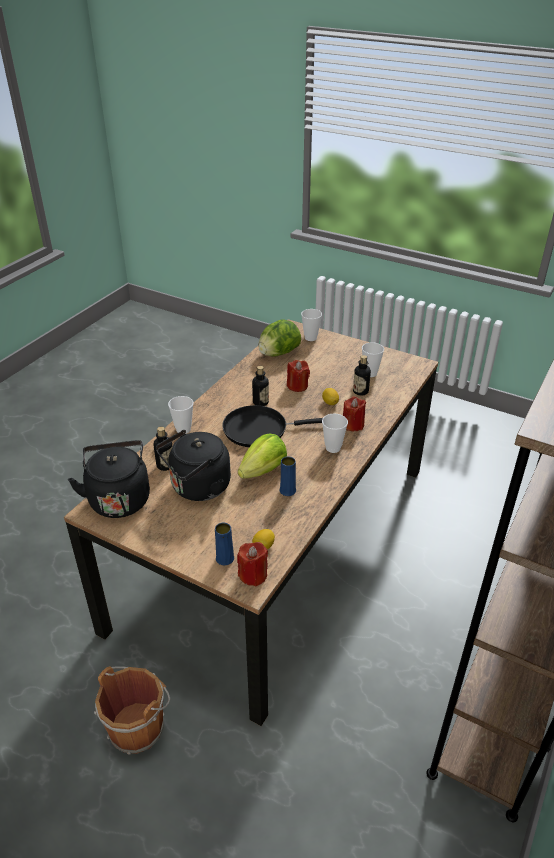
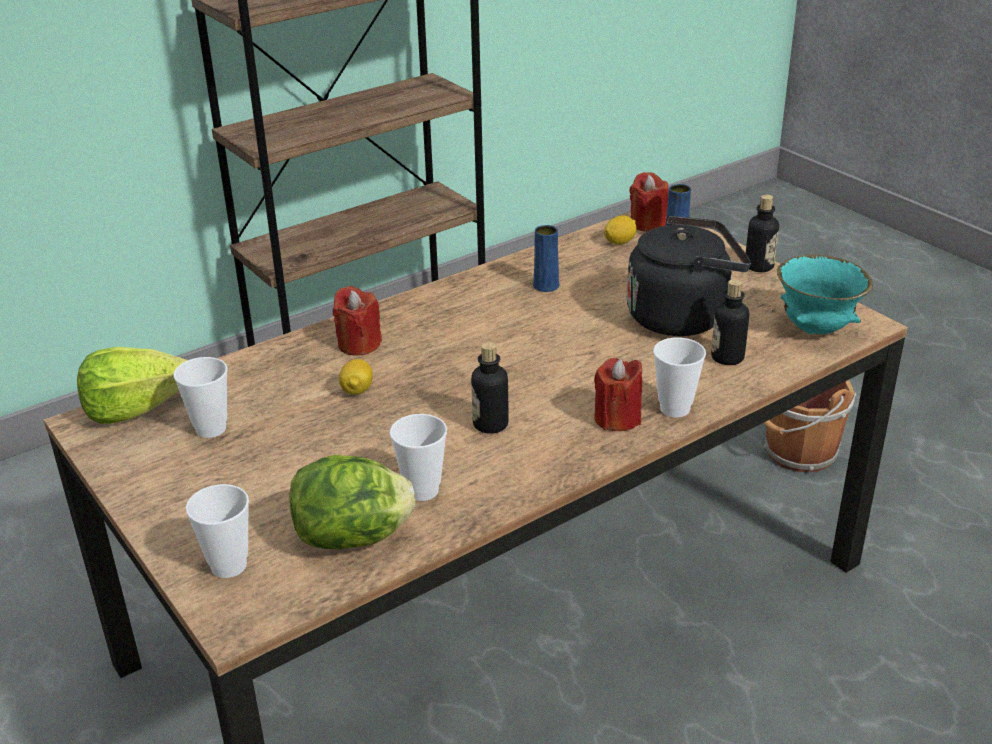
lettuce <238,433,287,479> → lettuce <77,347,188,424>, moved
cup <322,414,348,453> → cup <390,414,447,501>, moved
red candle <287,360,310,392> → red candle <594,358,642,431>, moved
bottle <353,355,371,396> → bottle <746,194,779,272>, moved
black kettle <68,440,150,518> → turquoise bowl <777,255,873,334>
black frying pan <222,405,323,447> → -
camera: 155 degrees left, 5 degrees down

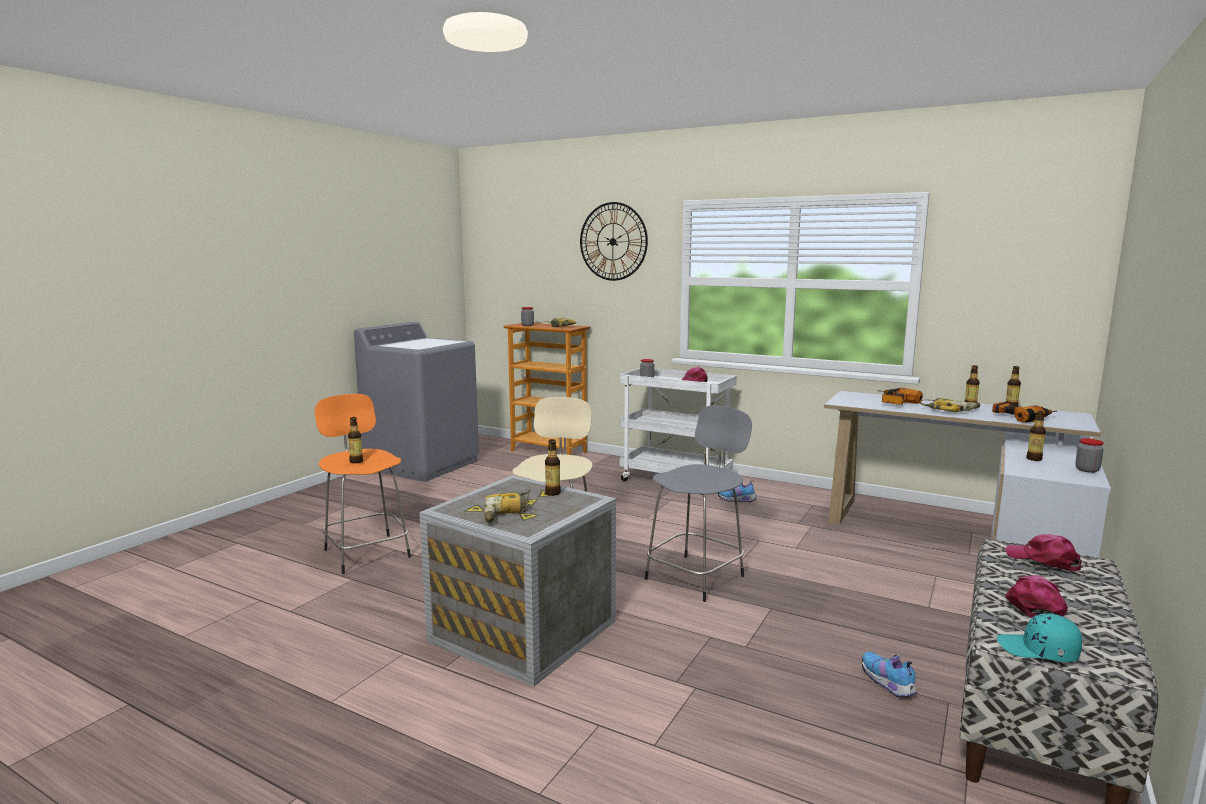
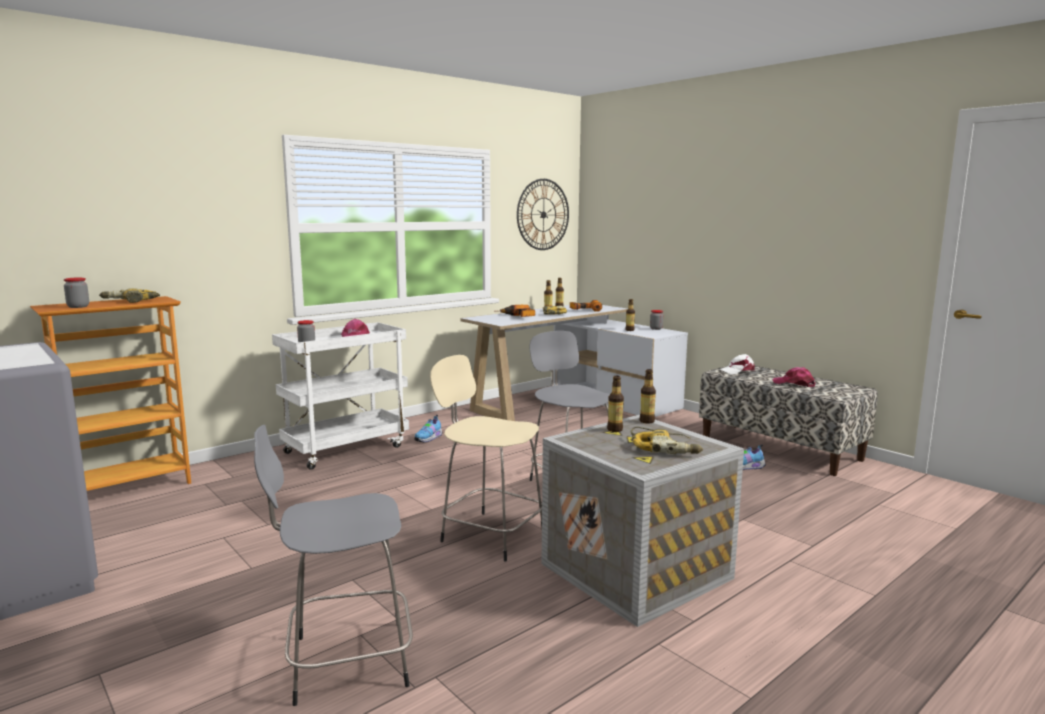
orange stool <315,394,411,574> → grey stool <254,425,413,706>
wall clock <580,202,648,281> → wall clock <517,179,569,250>, moved
bottle <348,417,363,463> → bottle <640,369,656,424>, moved
pink cap <1005,534,1082,572> → white cap <720,354,755,374>
turquoise cap <997,613,1082,662> → -
camera: 70 degrees left, 0 degrees up

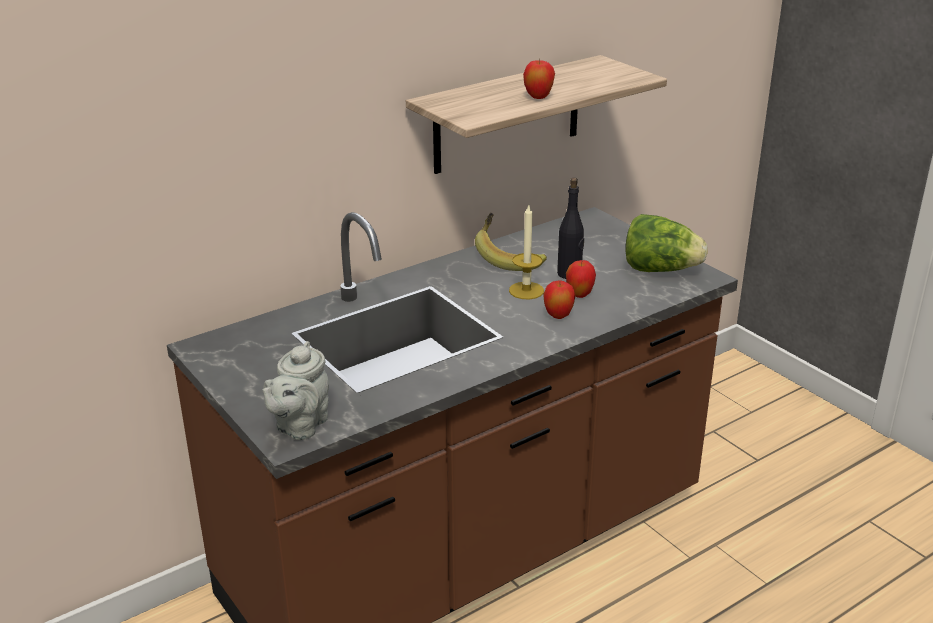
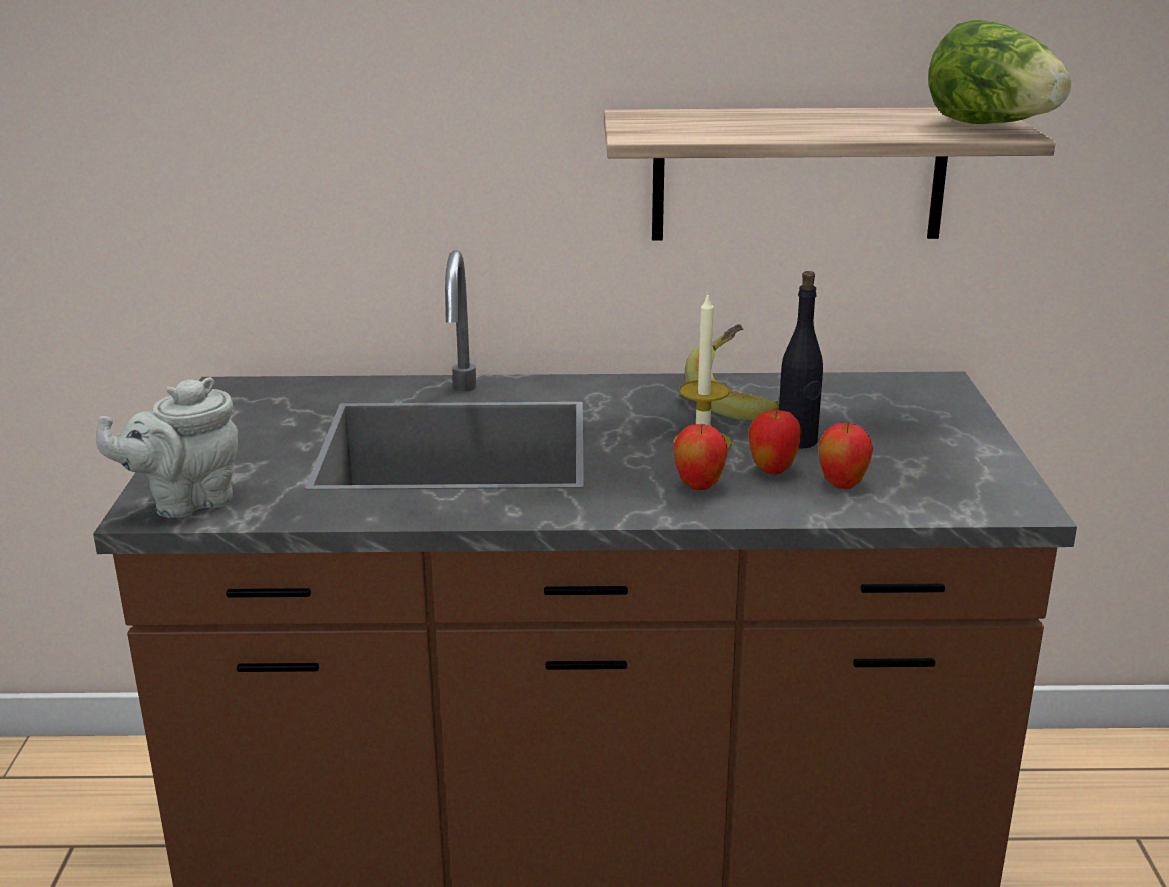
apple <523,59,555,99> → apple <819,423,873,489>, moved
lettuce <625,214,708,272> → lettuce <928,20,1071,124>, moved
camera: 35 degrees right, 5 degrees down

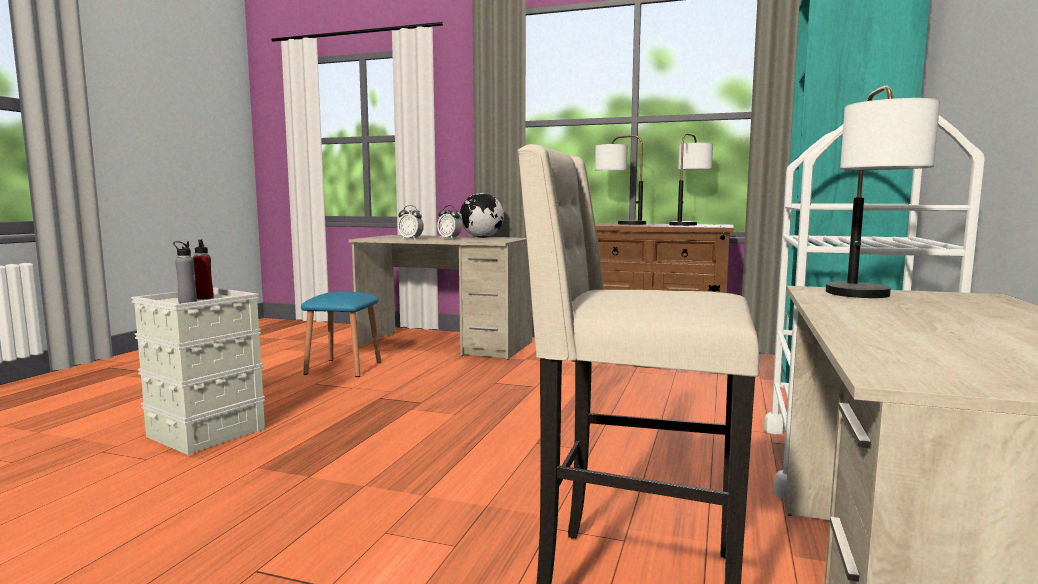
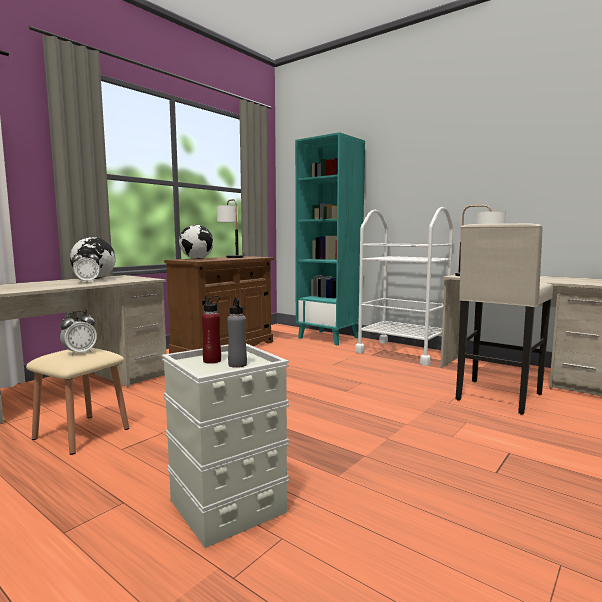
blue stool <301,292,381,377> → beige stool <26,348,129,455>
alarm clock <398,205,424,240> → alarm clock <60,311,97,356>, moved
table lamp <595,135,646,225> → globe <179,225,214,259>
camera: 70 degrees left, 0 degrees up

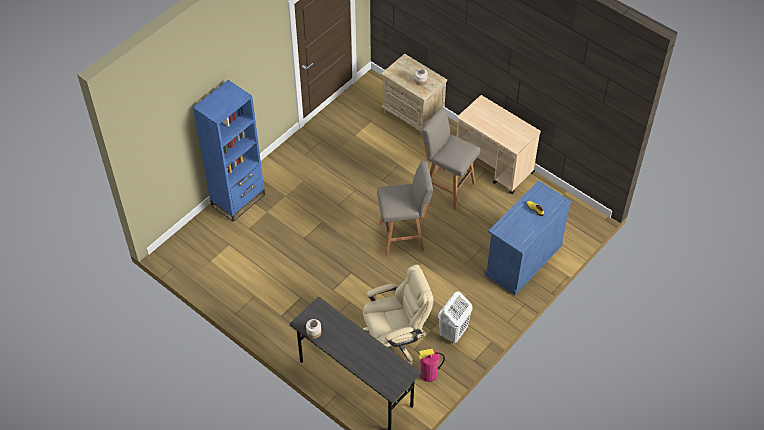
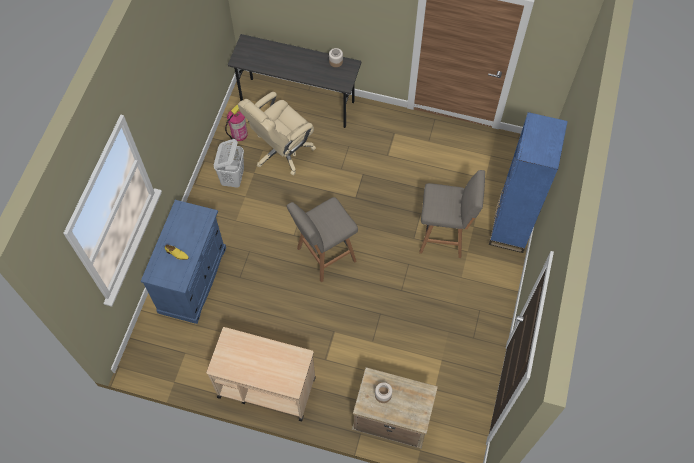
grey stool <422,107,480,210> → grey stool <419,170,485,258>, moved
camera: 155 degrees right, 10 degrees up

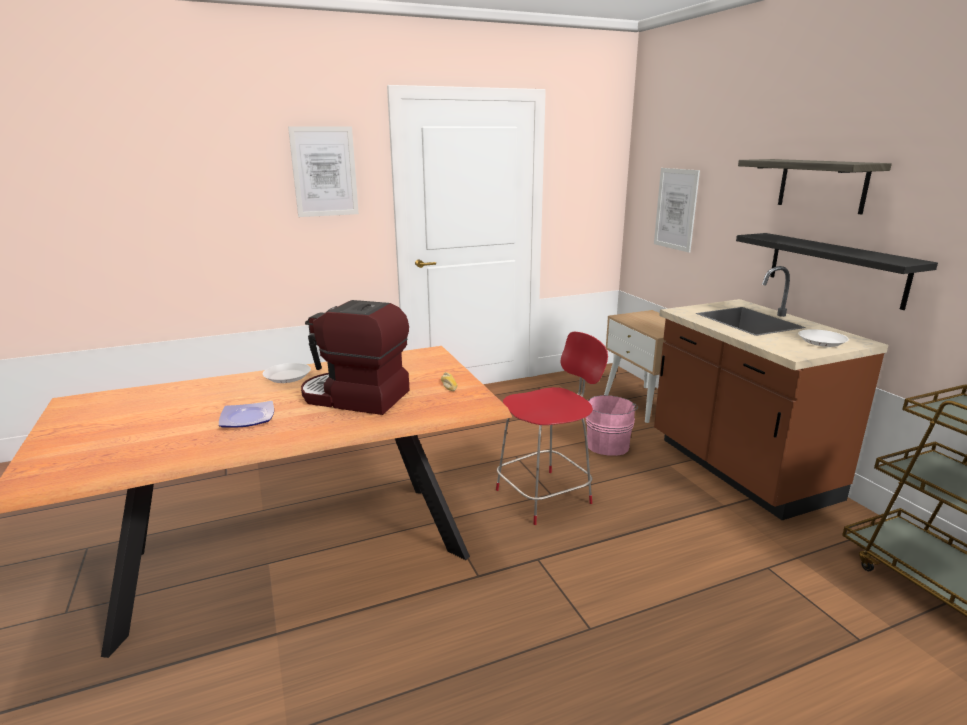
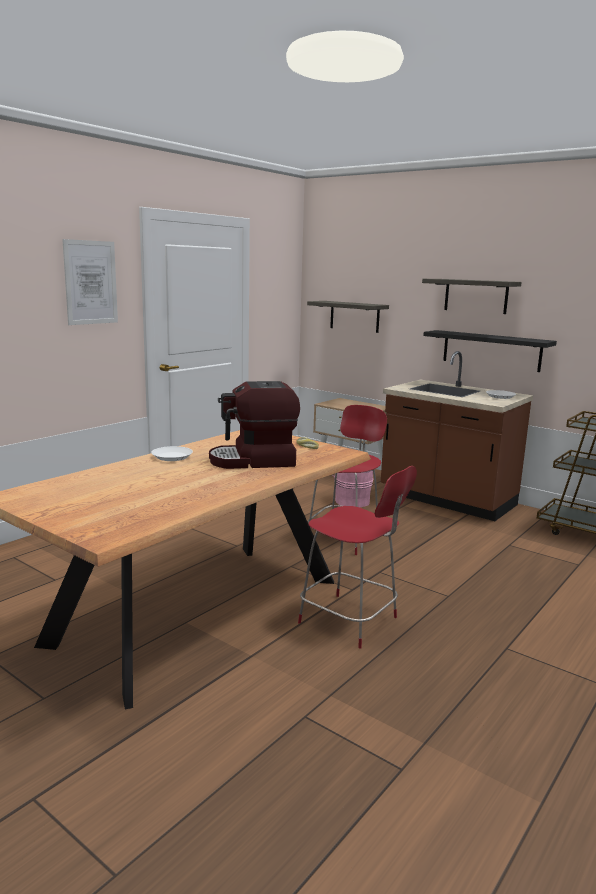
- → red stool <298,466,417,649>
picture <654,168,700,253> → shelf <307,301,389,333>
plate <219,401,274,428> → -
camera: 30 degrees left, 5 degrees down

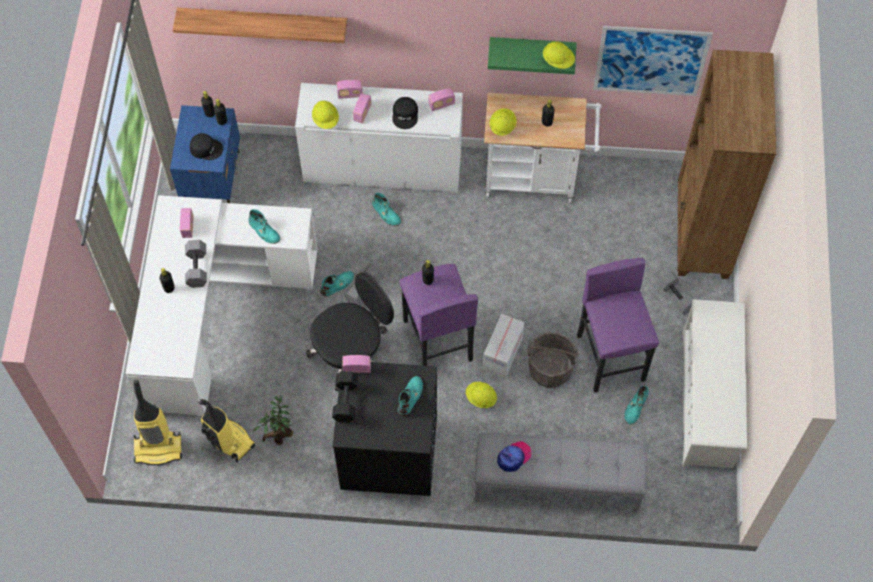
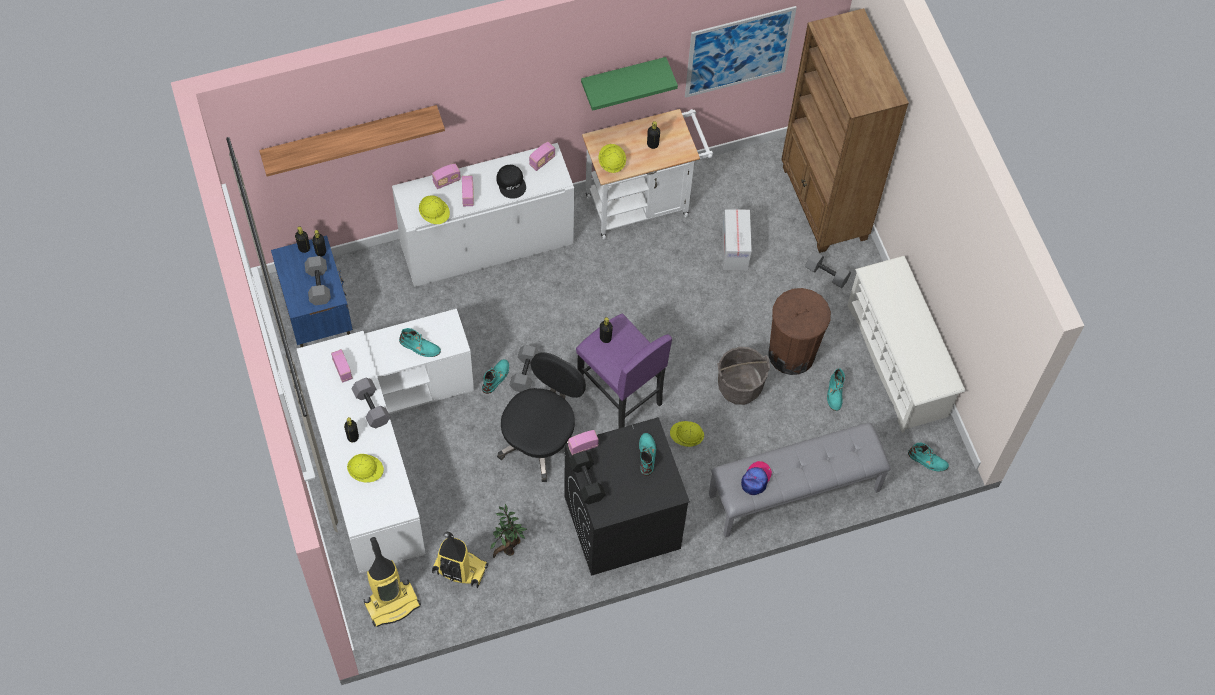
black cap <190,133,223,160> → grey dumbbell <305,256,331,305>
yellow hard hat <543,41,575,69> → yellow hard hat <347,454,384,482>, moved
cardboard box <483,314,525,378> → cardboard box <722,209,752,270>, moved
purple stool <577,258,659,393> → brown trash can <768,288,831,375>
turquoise boot <372,193,401,226> → turquoise boot <908,442,949,472>, moved
camera: 25 degrees left, 0 degrees up

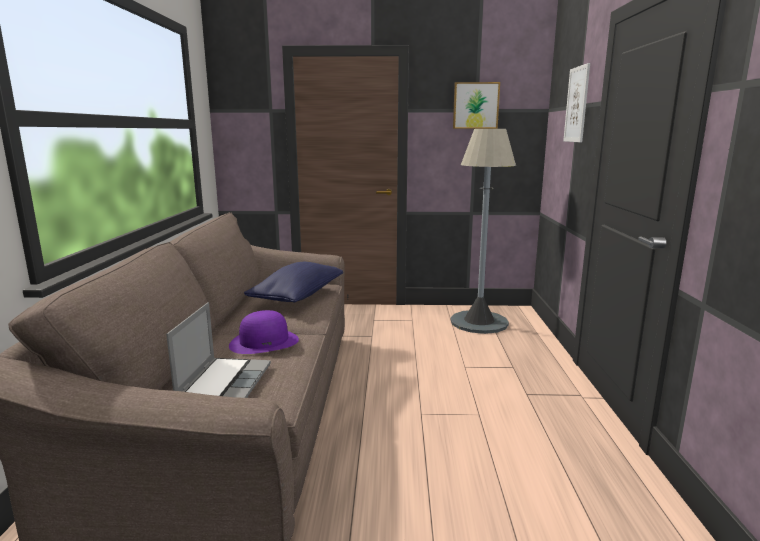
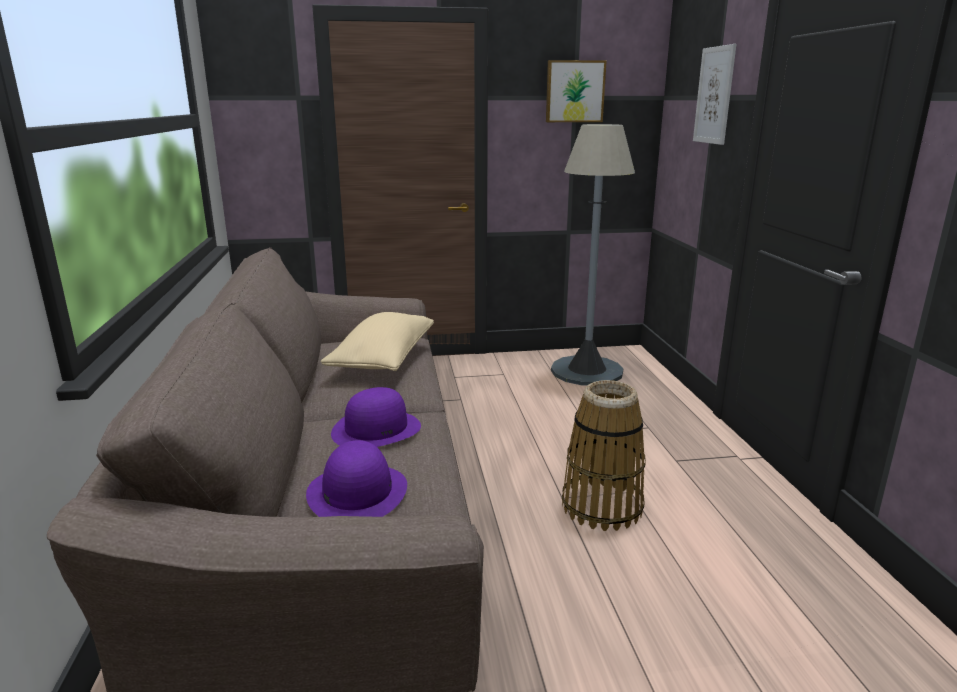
laptop <166,302,271,398> → purple hat <306,440,407,517>
blue pillow <244,262,343,302> → beige pillow <321,312,434,371>
- → basket <562,380,646,531>
camera: 10 degrees left, 5 degrees up

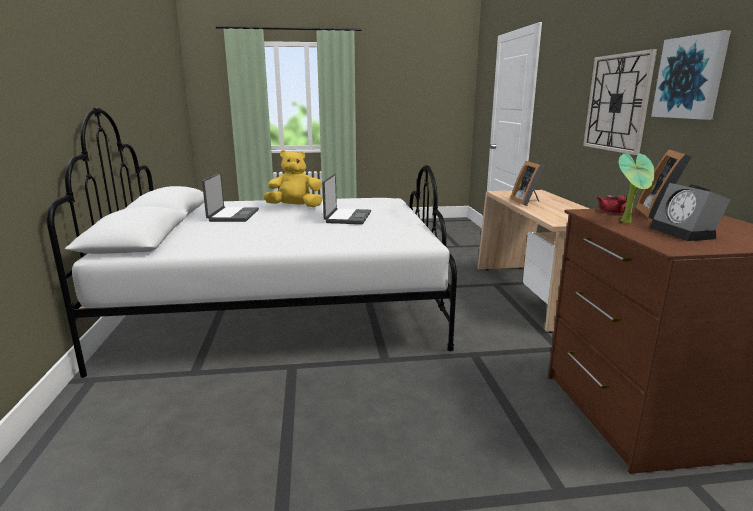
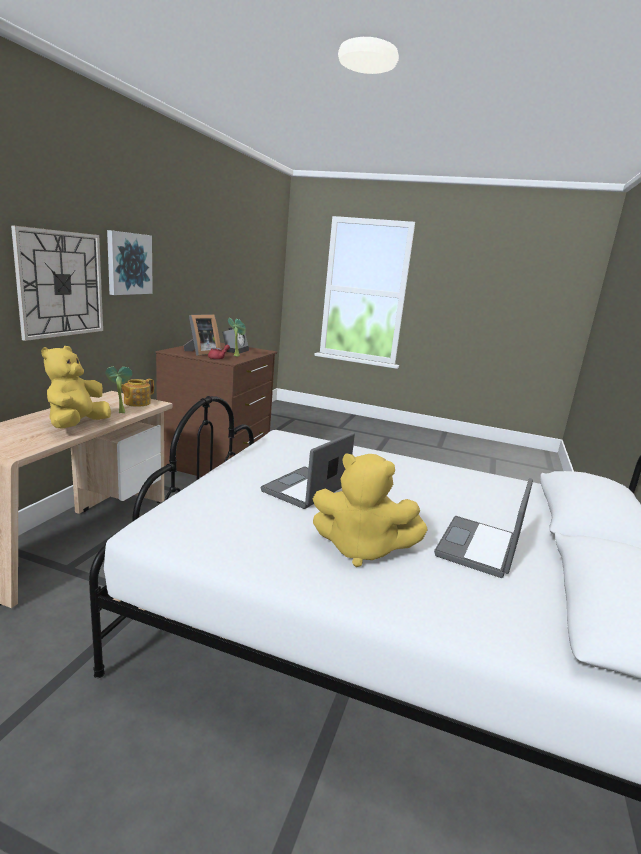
picture frame <510,161,544,206> → yellow plush toy <41,346,111,429>
- → potted plant <105,367,133,413>
- → teapot <121,379,154,407>
camera: 155 degrees left, 0 degrees up

